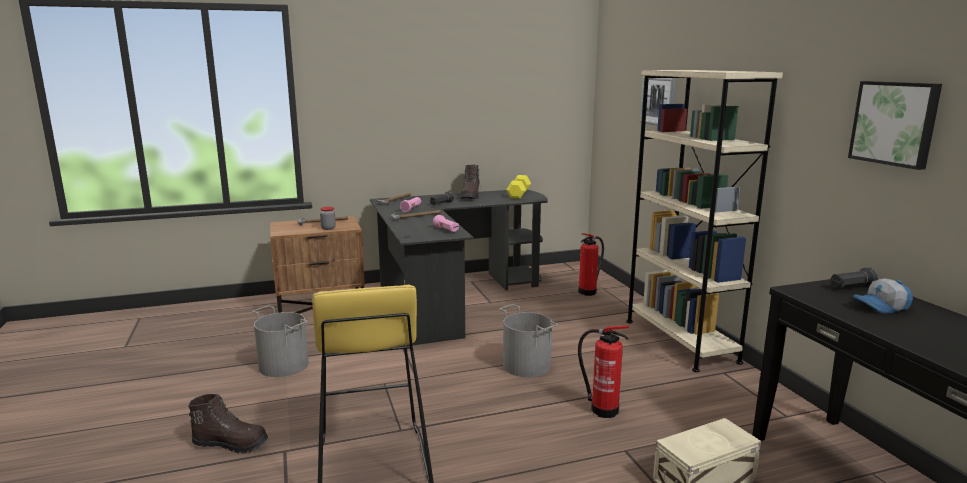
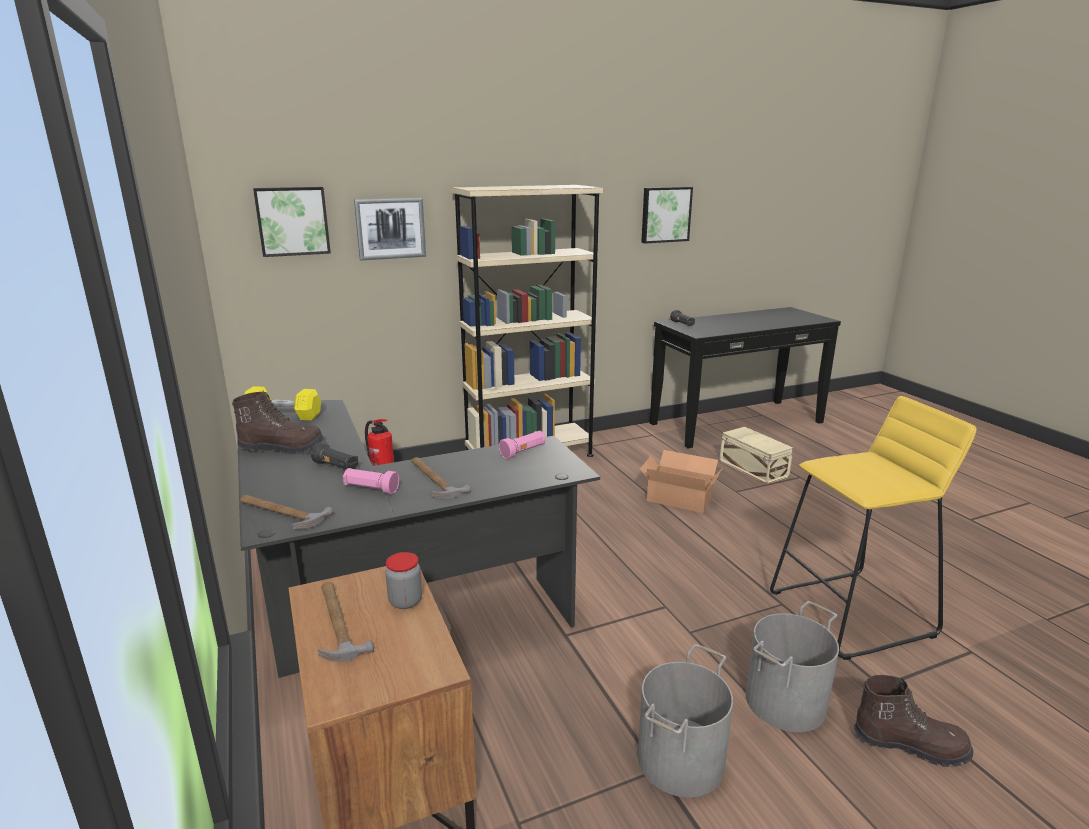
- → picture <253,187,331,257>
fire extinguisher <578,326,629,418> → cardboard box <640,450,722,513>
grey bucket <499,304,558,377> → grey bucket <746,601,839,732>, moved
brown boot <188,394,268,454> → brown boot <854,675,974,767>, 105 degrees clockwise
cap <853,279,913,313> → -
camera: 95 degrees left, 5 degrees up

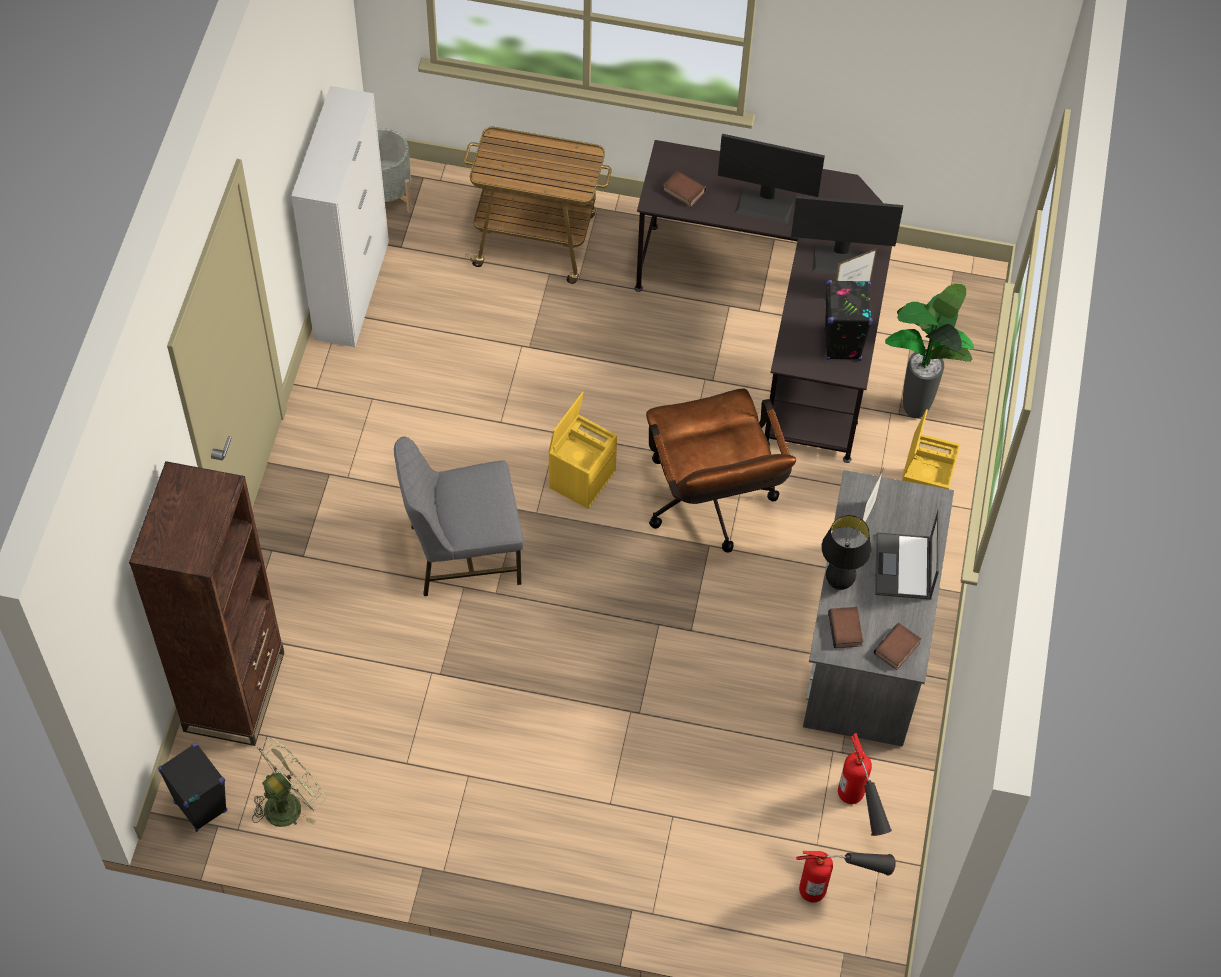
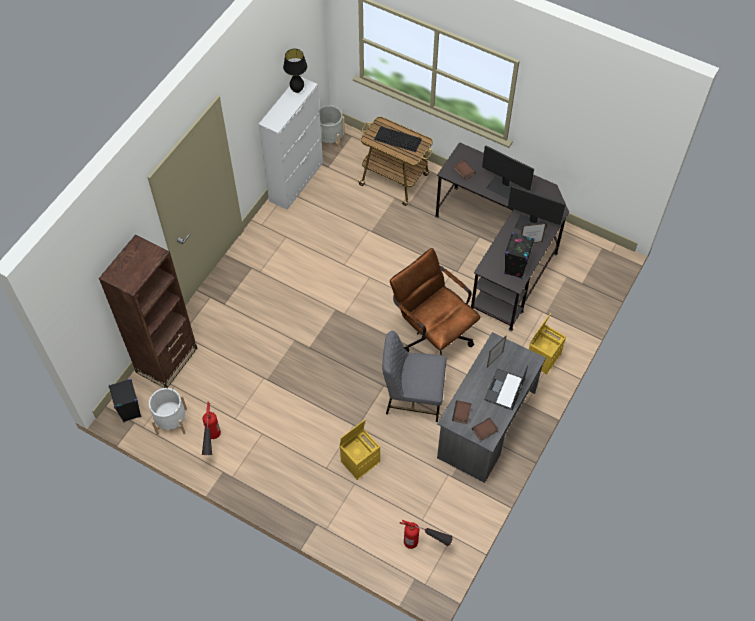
green fan <252,738,325,827> → white planter <149,388,187,435>
fire extinguisher <838,733,892,836> → fire extinguisher <201,401,221,455>, moved
black table lamp <821,515,872,590> → black table lamp <283,49,307,93>, moved
yellow storage box <548,392,617,509> → yellow storage box <340,420,380,480>, moved
- → keyboard <374,126,422,152>
grey chair <394,436,524,596> → grey chair <382,331,446,422>, moved
brown office chair <646,389,796,553> → brown office chair <390,248,481,355>, 135 degrees clockwise
potted plant <885,284,974,418> → -
camera: 20 degrees right, 0 degrees up

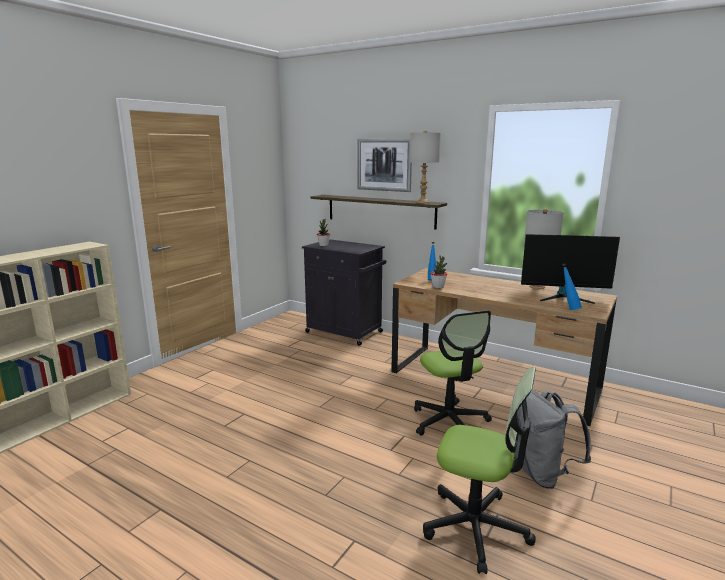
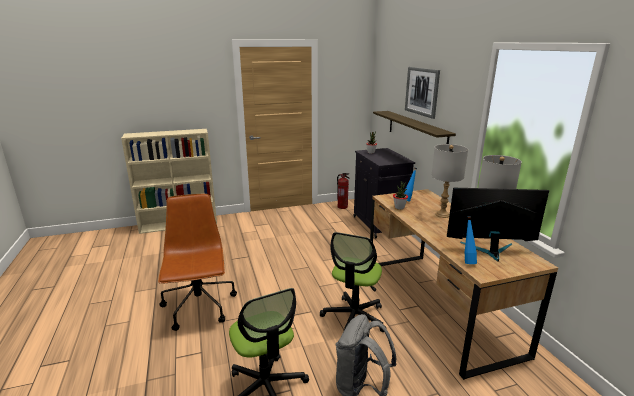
- → brown office chair <158,194,237,331>
- → fire extinguisher <337,173,350,209>
grey table lamp <410,130,441,203> → grey table lamp <431,144,468,218>, moved
monitor <521,234,620,304> → monitor <447,188,549,262>, 135 degrees clockwise
camera: 40 degrees right, 5 degrees up

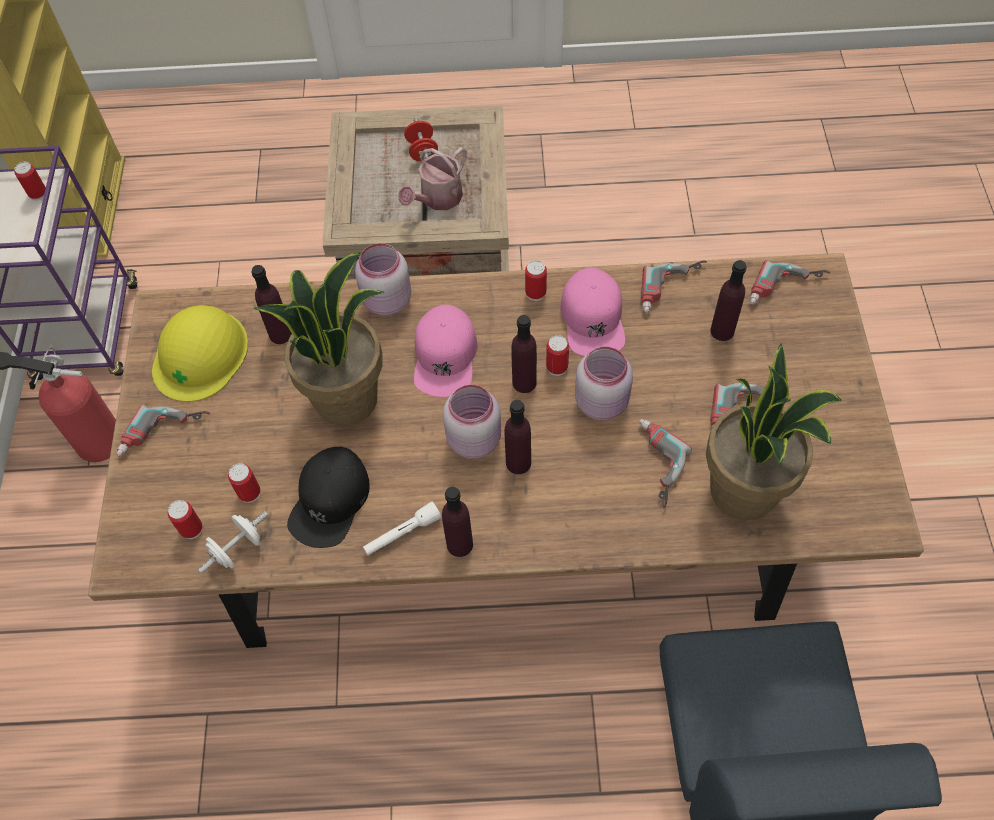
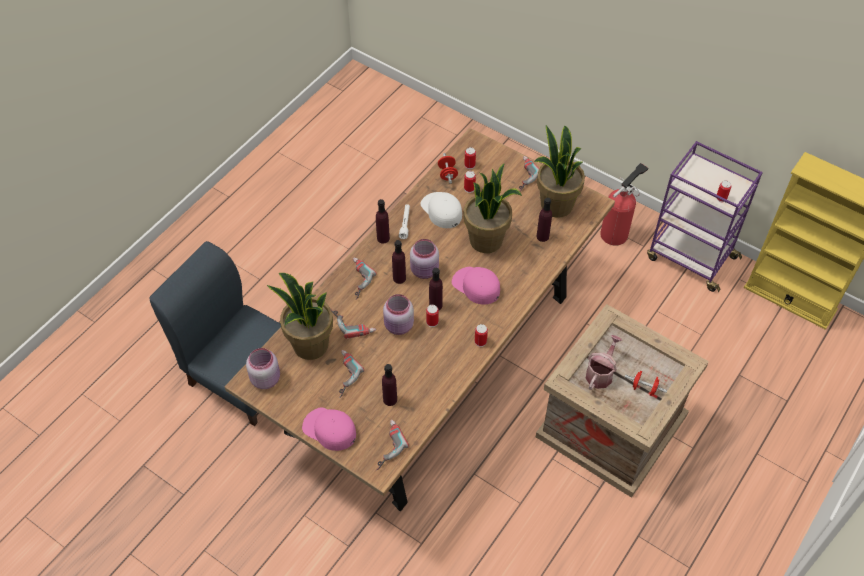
pink jar <355,243,411,316> → pink jar <246,348,280,389>, moved
pink cap <560,268,625,356> → pink cap <302,407,356,451>, moved
power drill <641,261,707,313> → power drill <353,257,377,299>, moved
black cap <287,447,370,548> → white cap <420,192,462,228>
white dumbbell <198,511,268,574> → red dumbbell <438,153,458,184>
yellow hard hat <152,305,248,402> → potted plant <534,125,585,218>
watering can <399,147,467,210> → watering can <586,335,622,390>, 45 degrees clockwise
camera: 125 degrees right, 5 degrees down

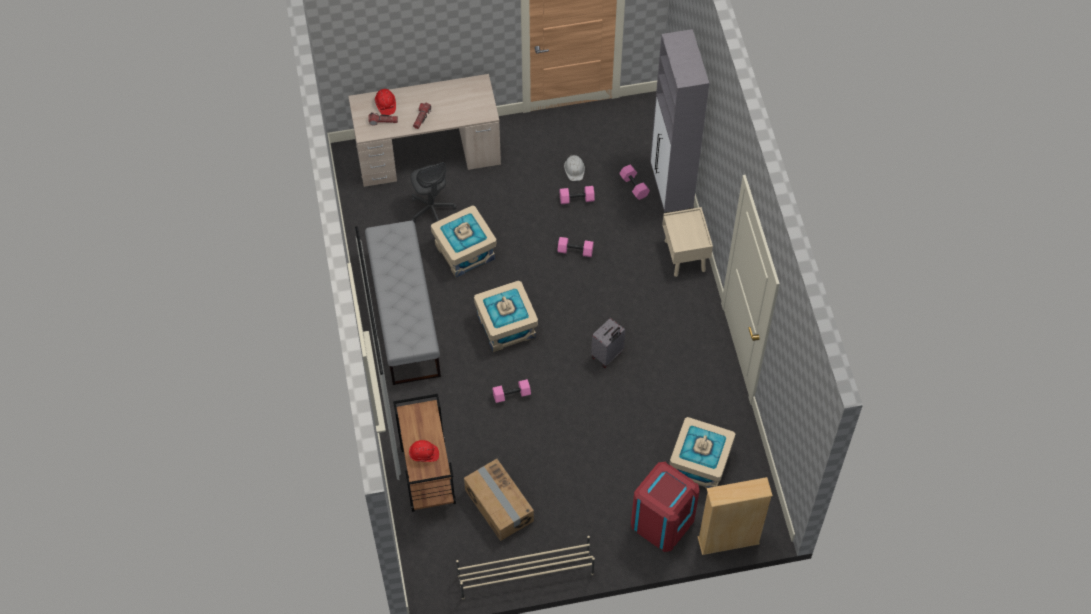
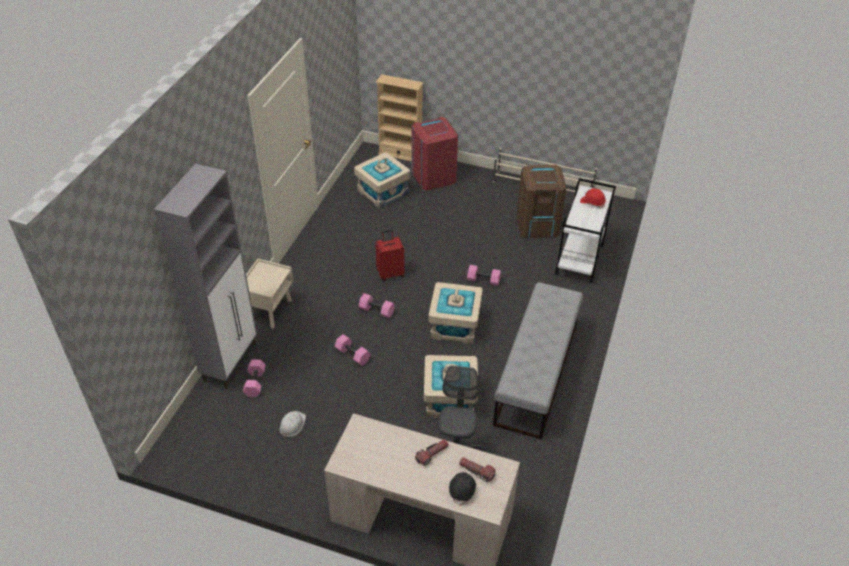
pink dumbbell <559,186,595,204> → pink dumbbell <359,293,395,319>, moved
grey suitcase <591,318,626,368> → red suitcase <375,230,405,281>
red hard hat <375,89,396,115> → black hard hat <449,472,476,506>
cardboard box <464,459,534,541> → brown trash can <516,165,566,238>
brown cart <393,394,456,512> → white cart <555,178,616,283>
camera: 150 degrees left, 15 degrees down

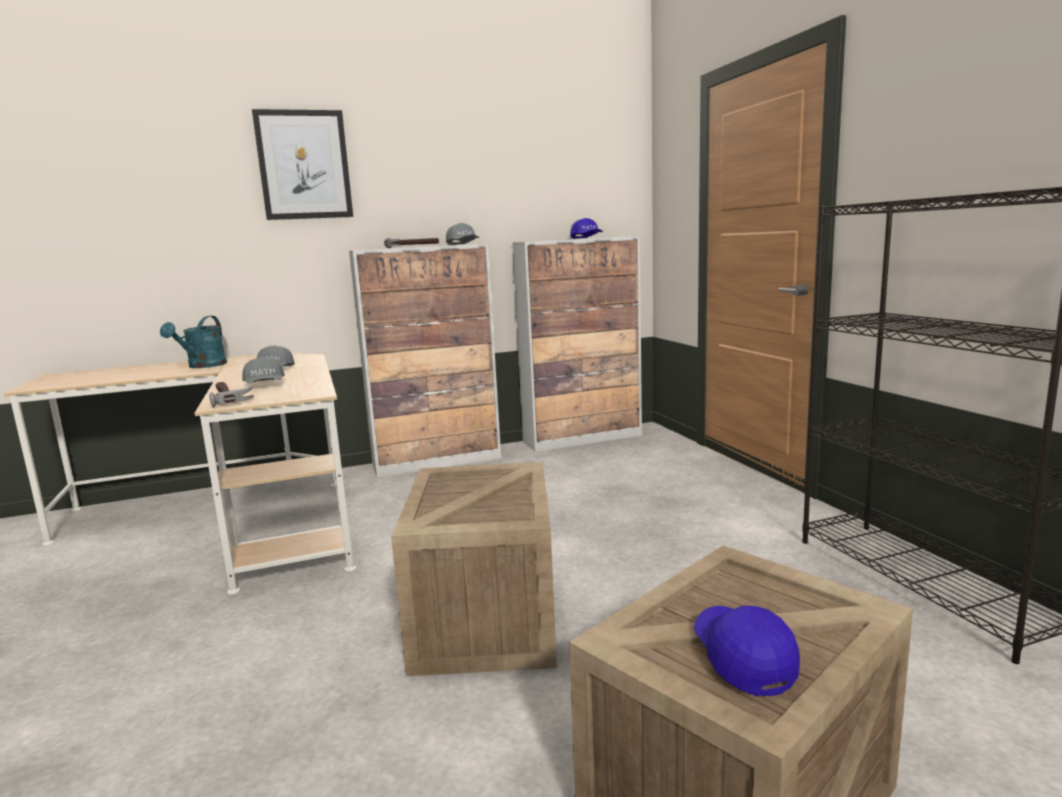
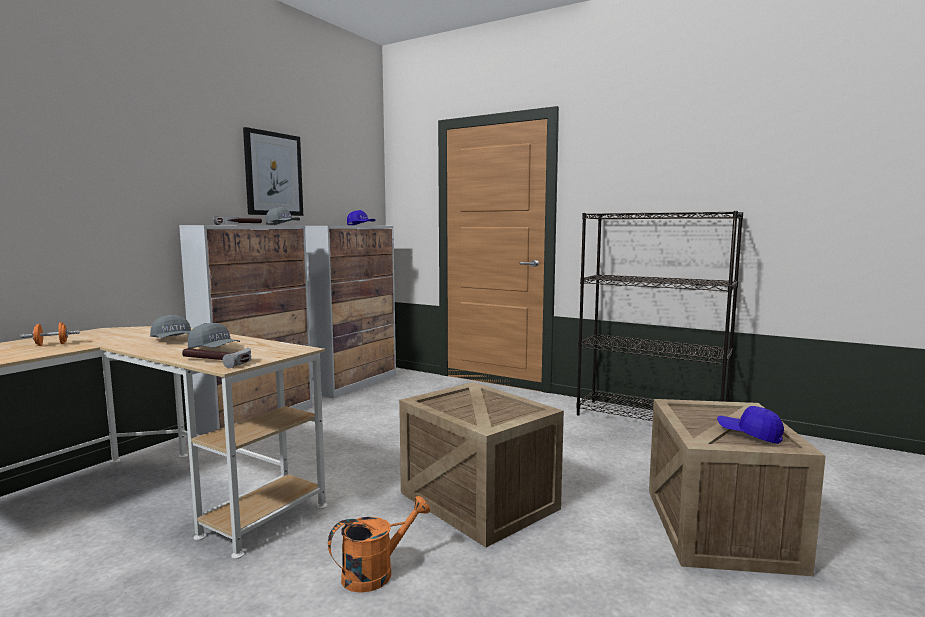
turquoise watering can <160,316,227,368> → orange dumbbell <20,322,80,346>
picture <252,109,353,220> → picture <243,127,303,216>, moved
- → orange watering can <328,496,430,593>
camera: 40 degrees left, 5 degrees down

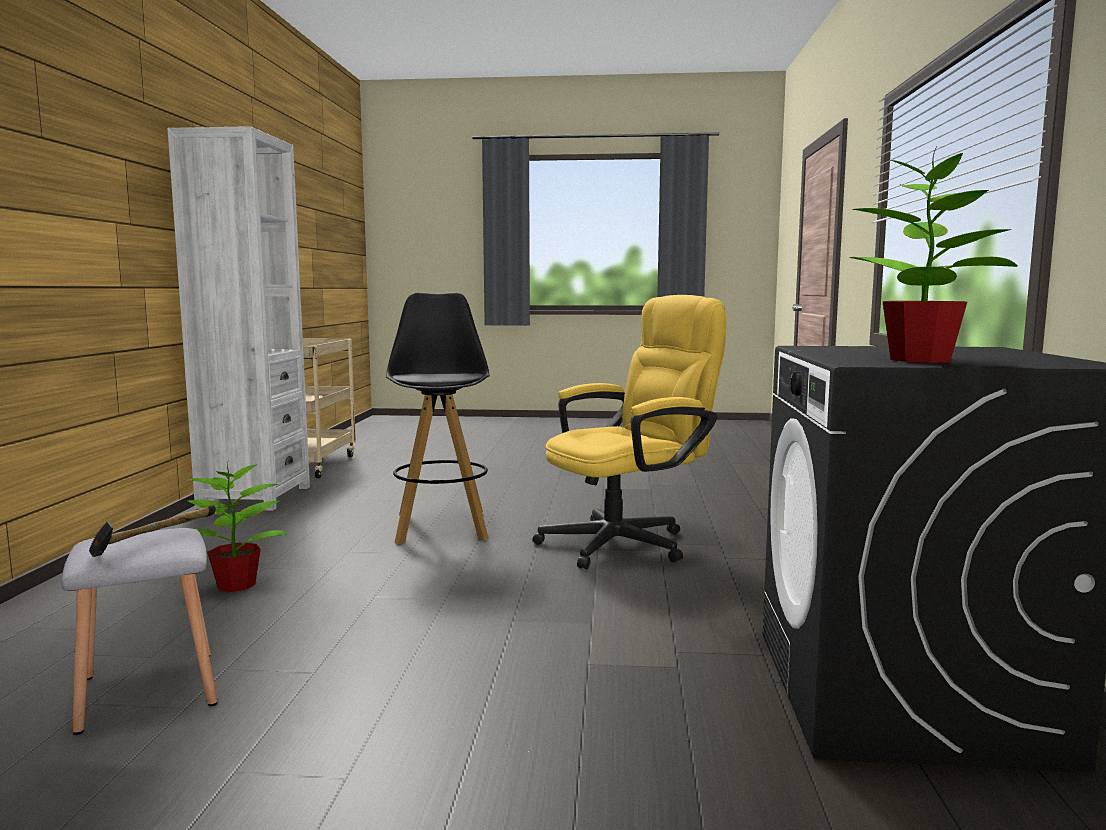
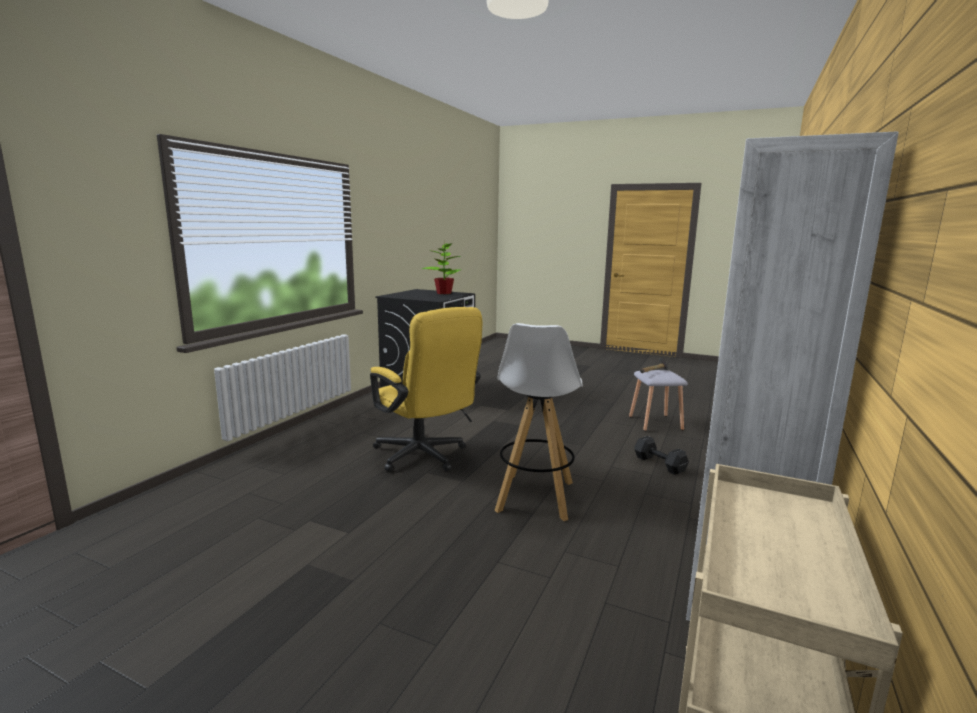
yellow office chair <532,295,727,569> → yellow office chair <370,307,482,472>, 120 degrees counterclockwise
black stool <386,292,490,544> → white stool <495,323,582,521>
potted plant <188,459,289,592> → black dumbbell <634,436,689,475>
camera: 160 degrees left, 5 degrees up

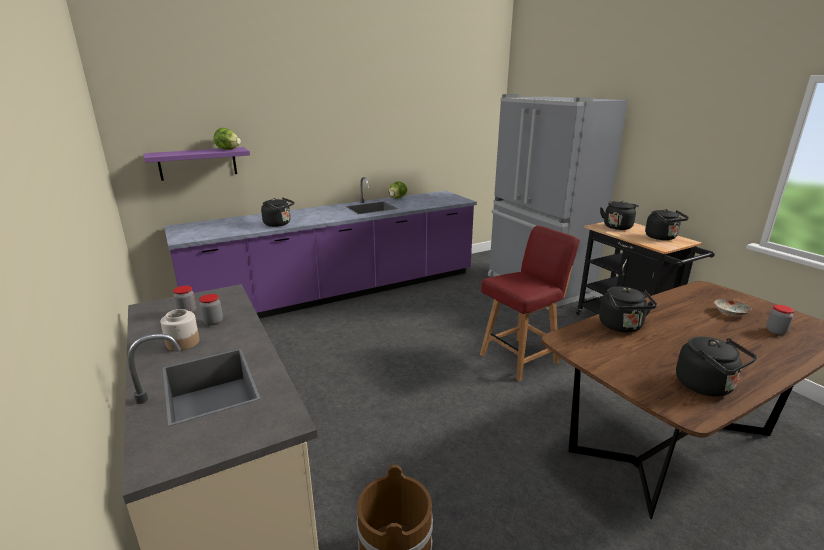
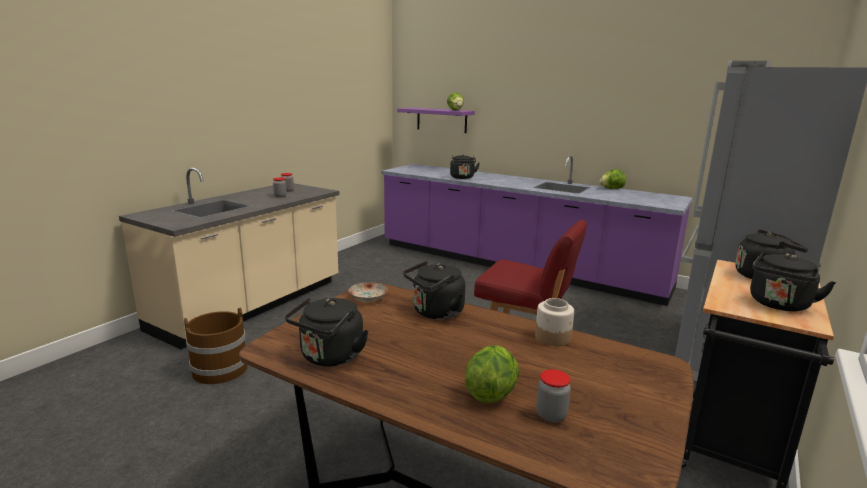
plate <714,299,752,316> → plate <348,282,388,302>, moved
- → lettuce <465,345,519,403>
jar <160,309,200,351> → jar <535,298,574,346>, moved
camera: 60 degrees right, 5 degrees down

